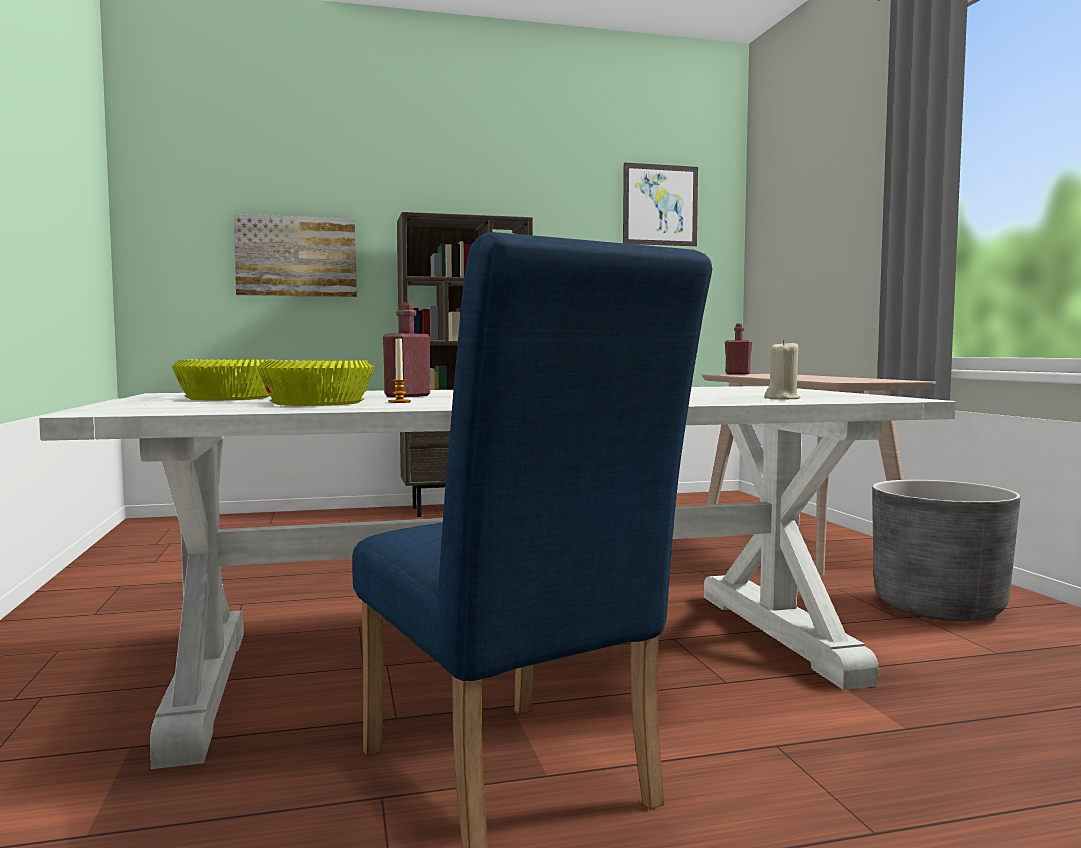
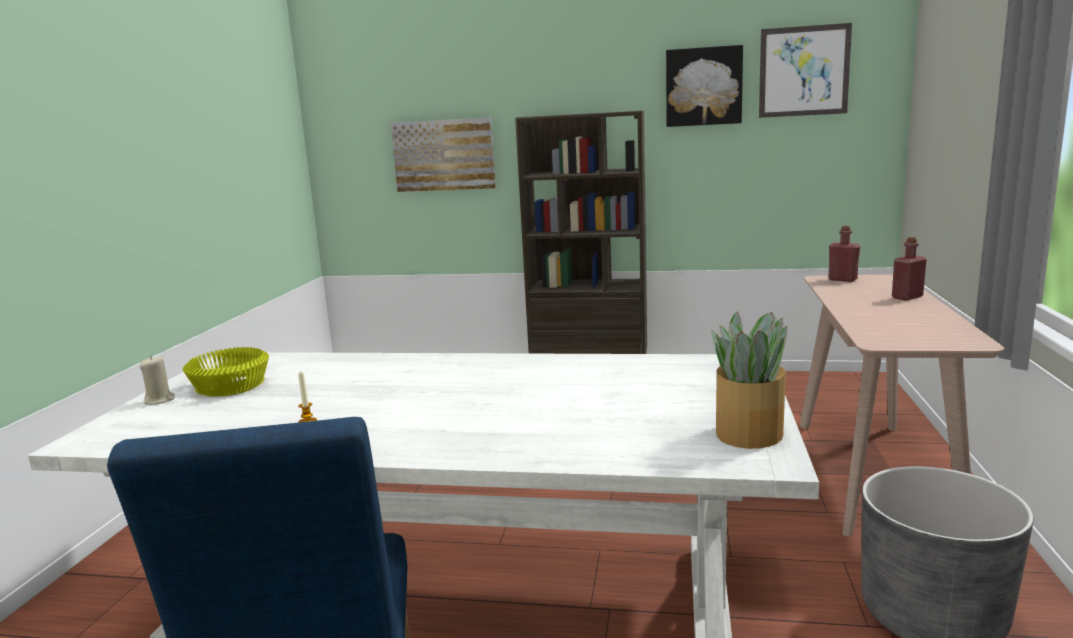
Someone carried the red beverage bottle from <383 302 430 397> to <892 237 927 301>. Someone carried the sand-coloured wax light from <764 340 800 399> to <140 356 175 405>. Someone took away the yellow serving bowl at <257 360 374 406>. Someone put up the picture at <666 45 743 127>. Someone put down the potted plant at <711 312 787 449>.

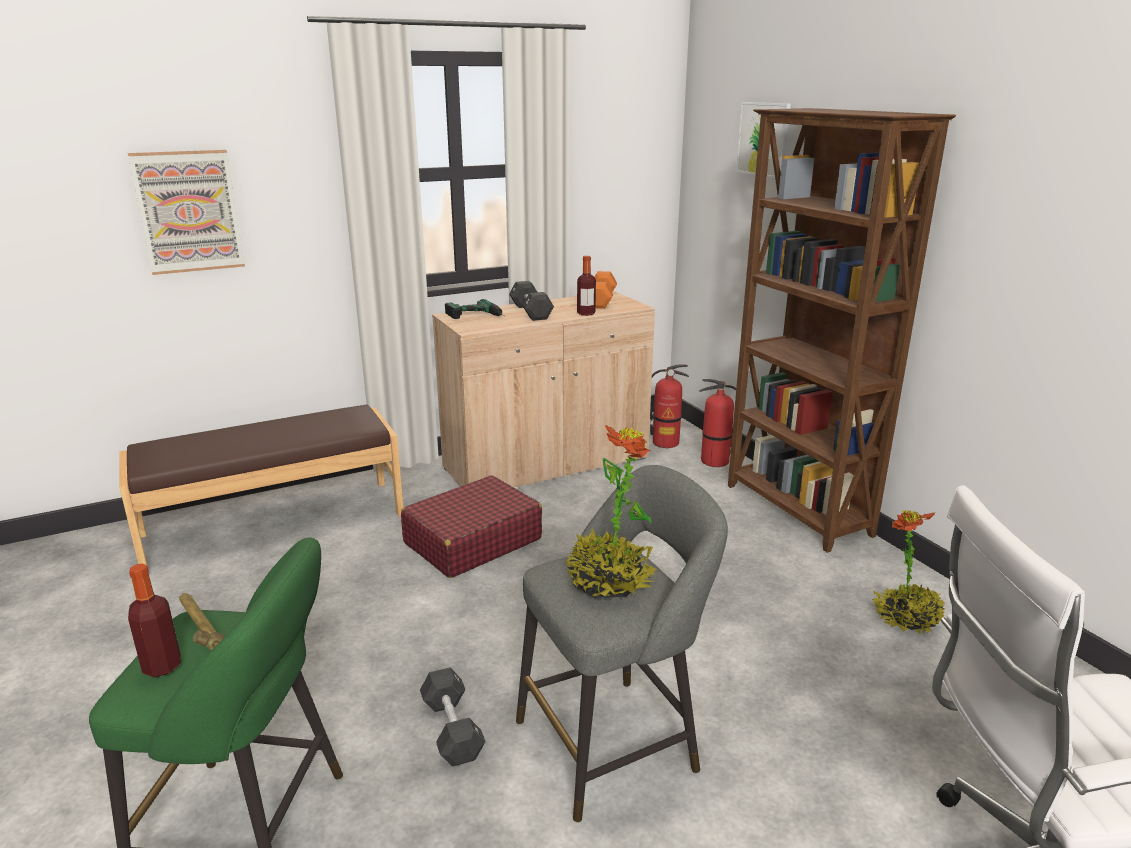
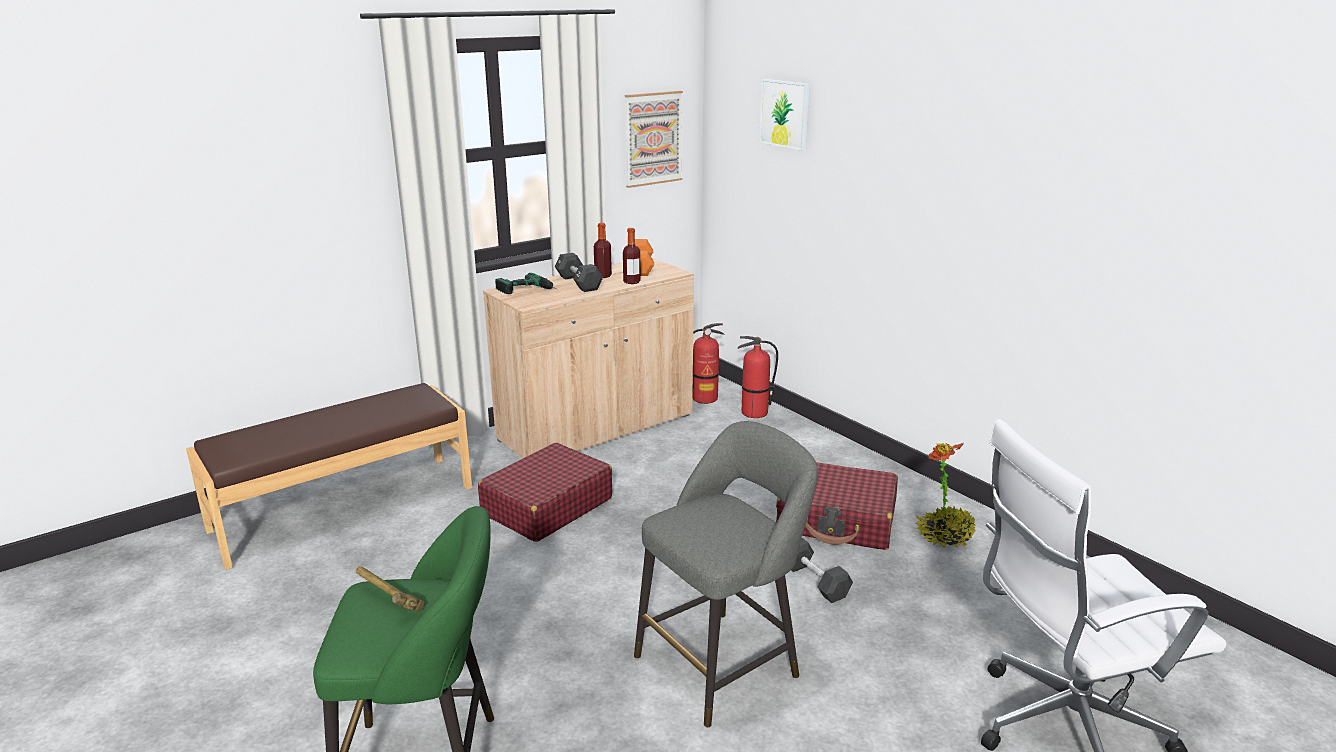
Someone took away the brown shelving unit at <728 108 956 553>. Someone carried the picture from <128 150 245 275> to <625 91 683 188>. Someone took away the potted plant at <566 425 657 598>. Someone carried the beverage bottle from <128 563 181 677> to <594 223 612 278>. Someone carried the black dumbbell from <420 667 486 766> to <791 538 853 603>. Someone put down the red piece of luggage at <776 462 898 550>.

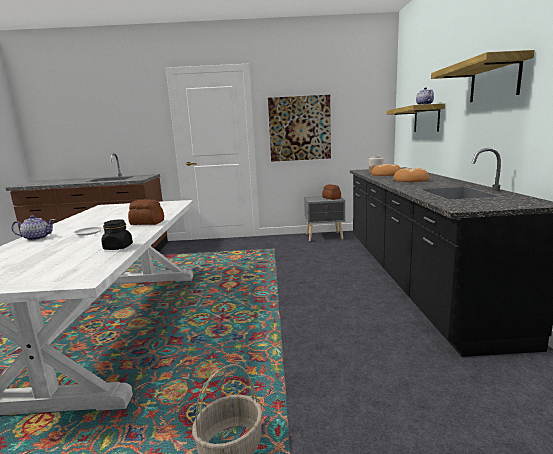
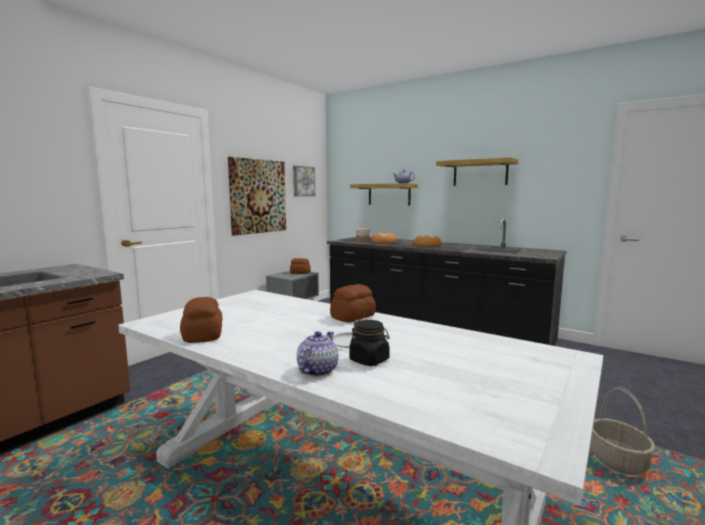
Someone carried the black storage jar from <101 219 133 250> to <349 320 390 366>. Someone put up the picture at <293 166 315 196>. Someone put down the bakery bread at <180 297 222 343>.

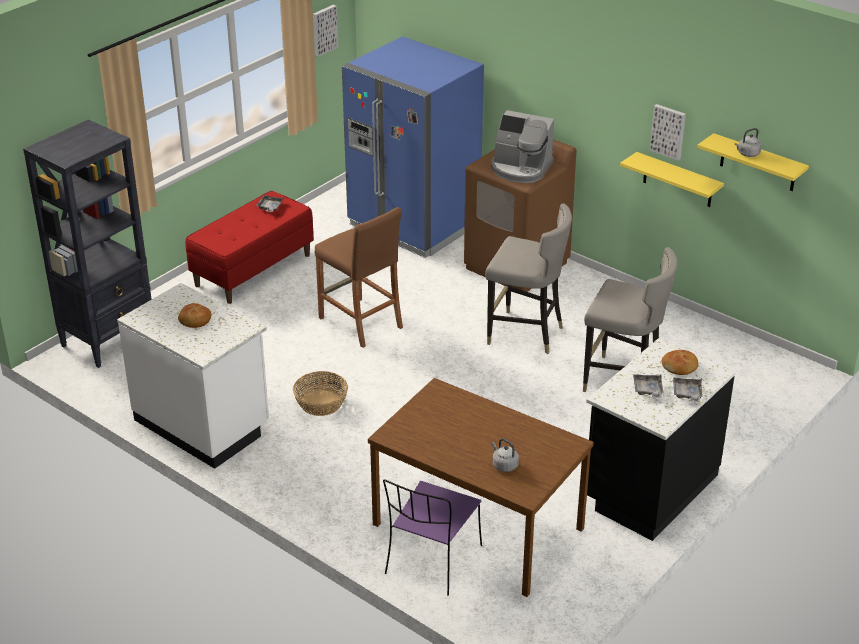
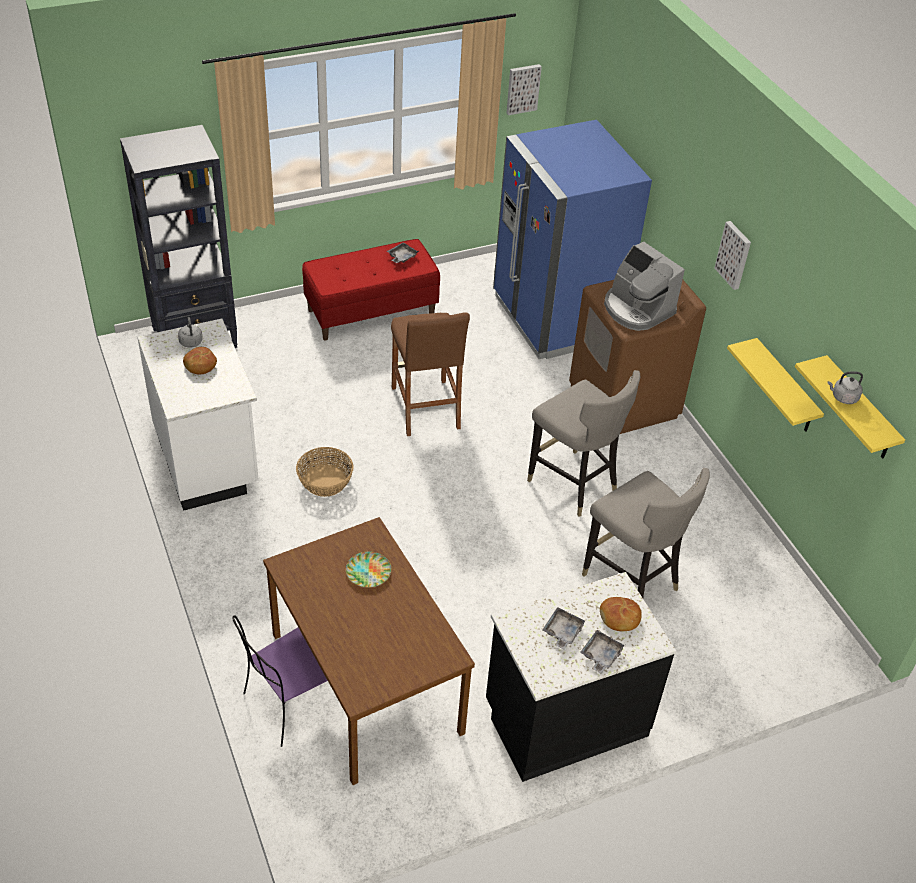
Someone carried the picture from <650 104 686 161> to <714 221 751 290>. Someone carried the gray kettle from <492 438 519 472> to <178 317 203 347>. Someone put down the plate at <346 552 391 588>.

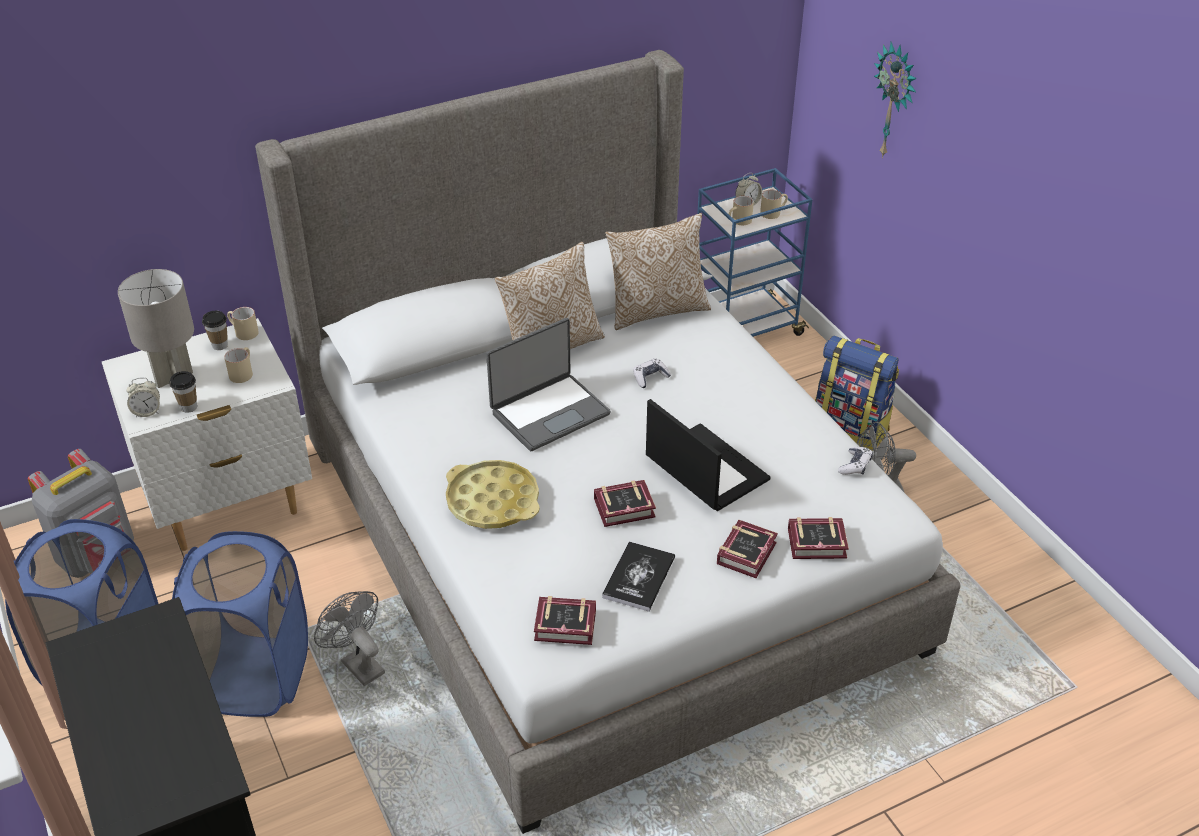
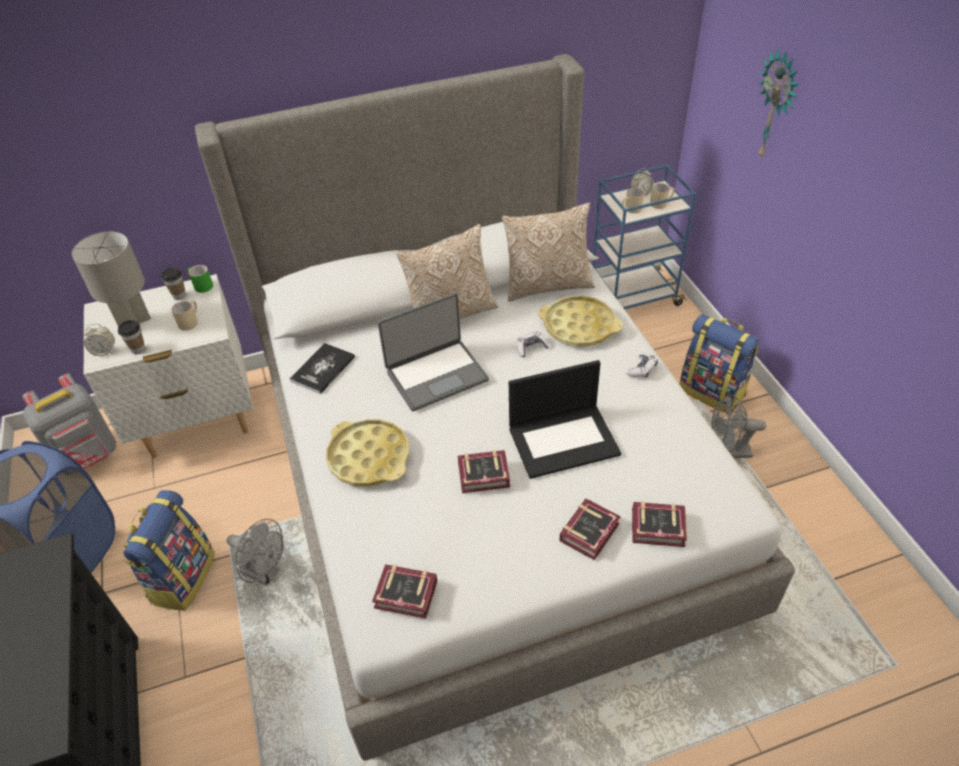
Someone repainted the sand-coloured mug at <227 307 259 340>, which became the greenish mug at <188 265 213 293>. Someone rotated the portable computer at <646 399 771 511> by 105 degrees clockwise. Someone carried the joypad from <838 447 873 475> to <626 354 658 378>. Someone swapped the bluish hamper at <172 531 308 717> for the rucksack at <123 490 215 611>. Someone carried the volume from <602 541 675 612> to <290 343 355 394>. Someone rotated the gray electric fan at <314 591 385 686> by 150 degrees clockwise. Someone put down the yellow tray at <538 295 623 347>.

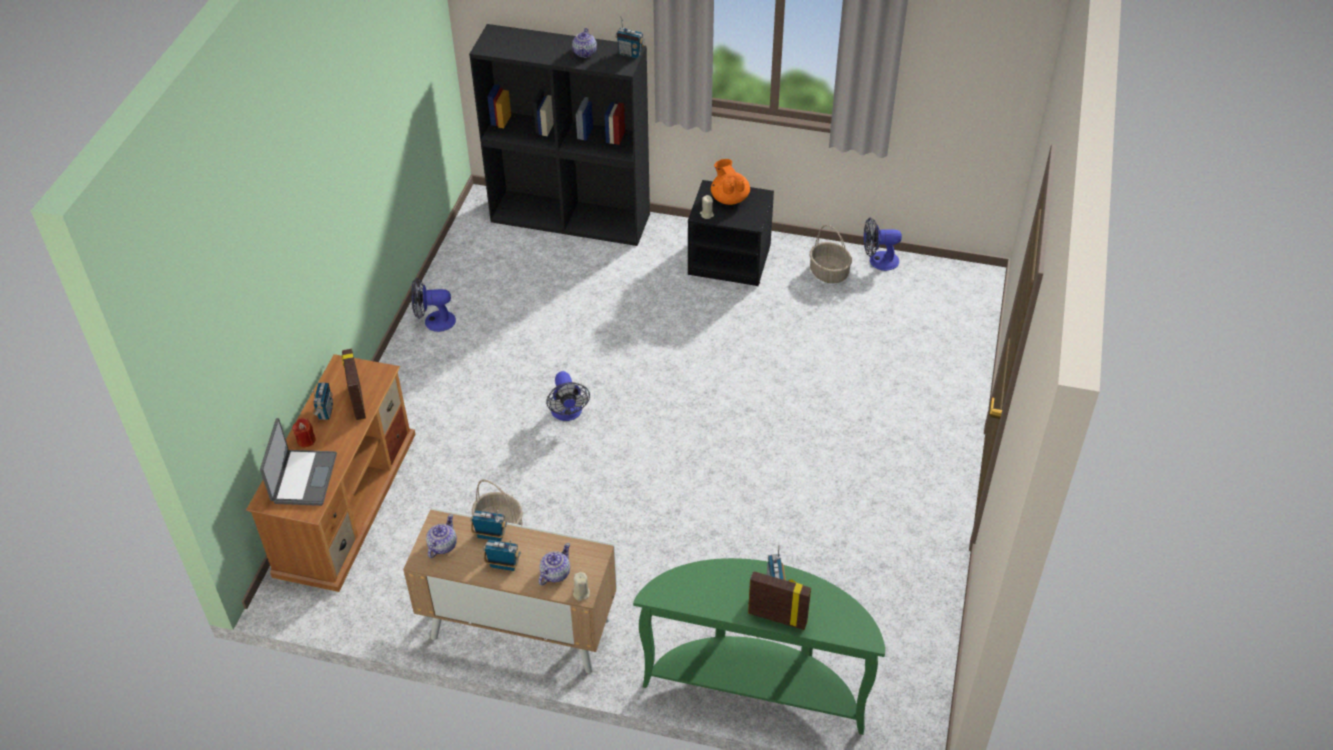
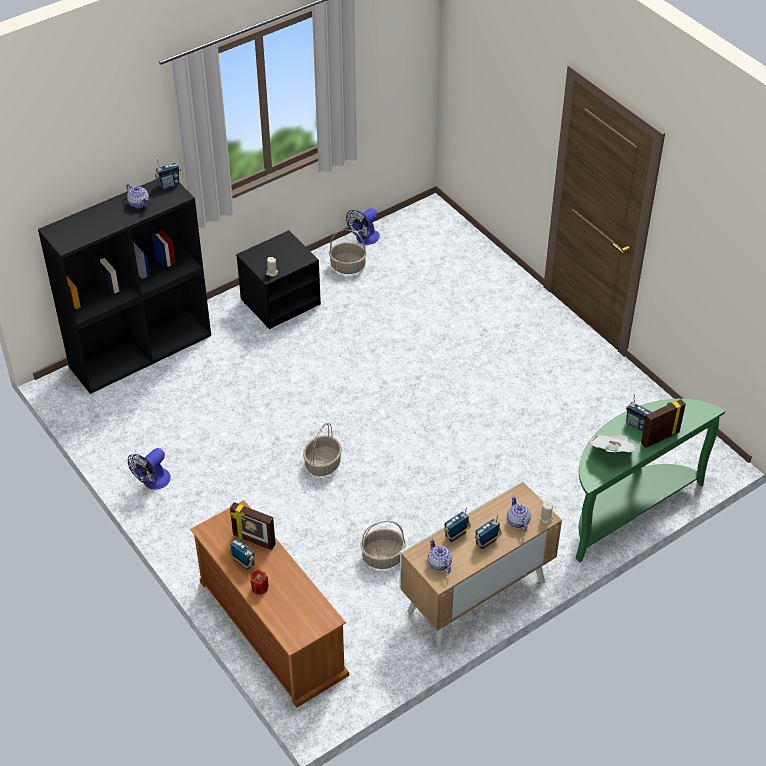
Someone took away the orangey teapot at <711 159 750 205>. Someone swapped the electric fan at <546 371 590 421> for the storage basket at <303 423 342 476>. Someone took away the portable computer at <260 418 337 506>. Someone put down the printed paper at <590 434 637 452>.

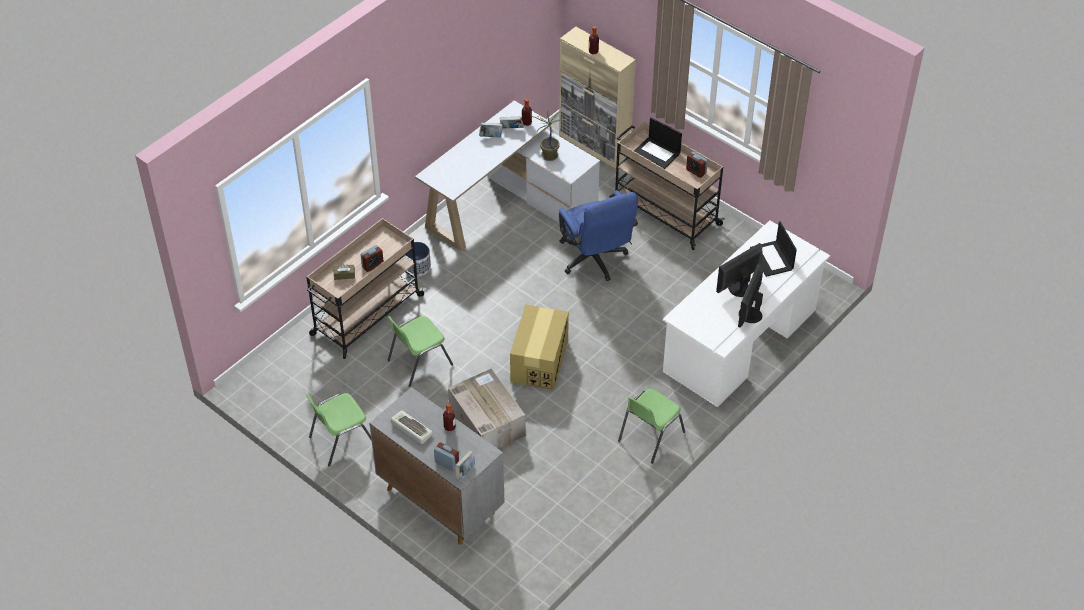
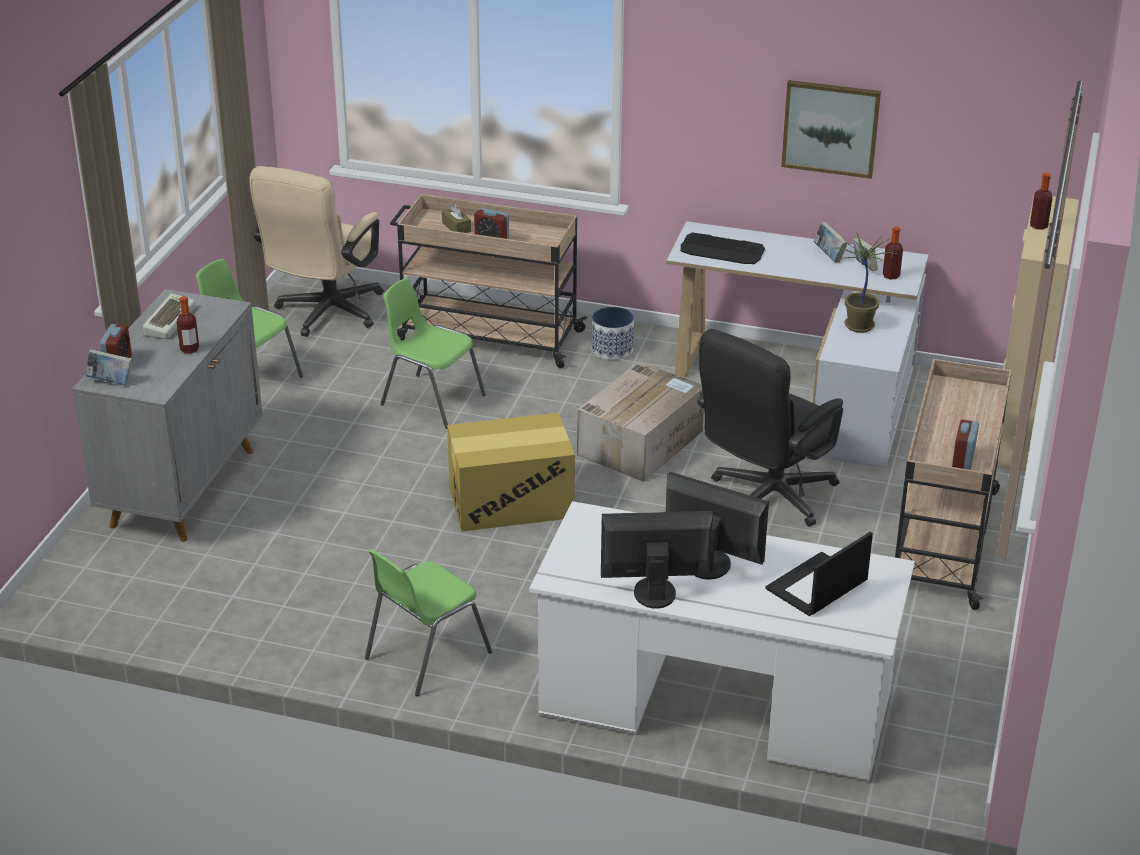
Someone took away the portable computer at <634 117 682 169>. Someone repainted the bluish office chair at <559 190 638 281>, which became the black office chair at <697 329 843 527>. Someone carried the packing box from <448 368 526 449> to <577 362 704 482>. Someone rotated the greenish plain chair at <618 389 685 464> by 60 degrees counterclockwise. Someone put up the picture at <781 80 881 179>. Someone put down the sand-coloured office chair at <249 166 384 337>. Someone put down the keyboard at <681 233 765 264>.

